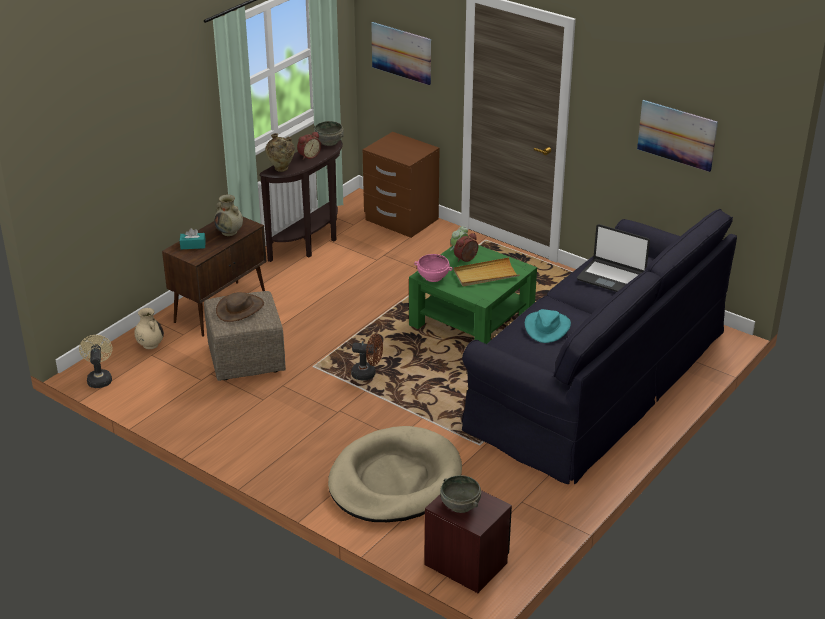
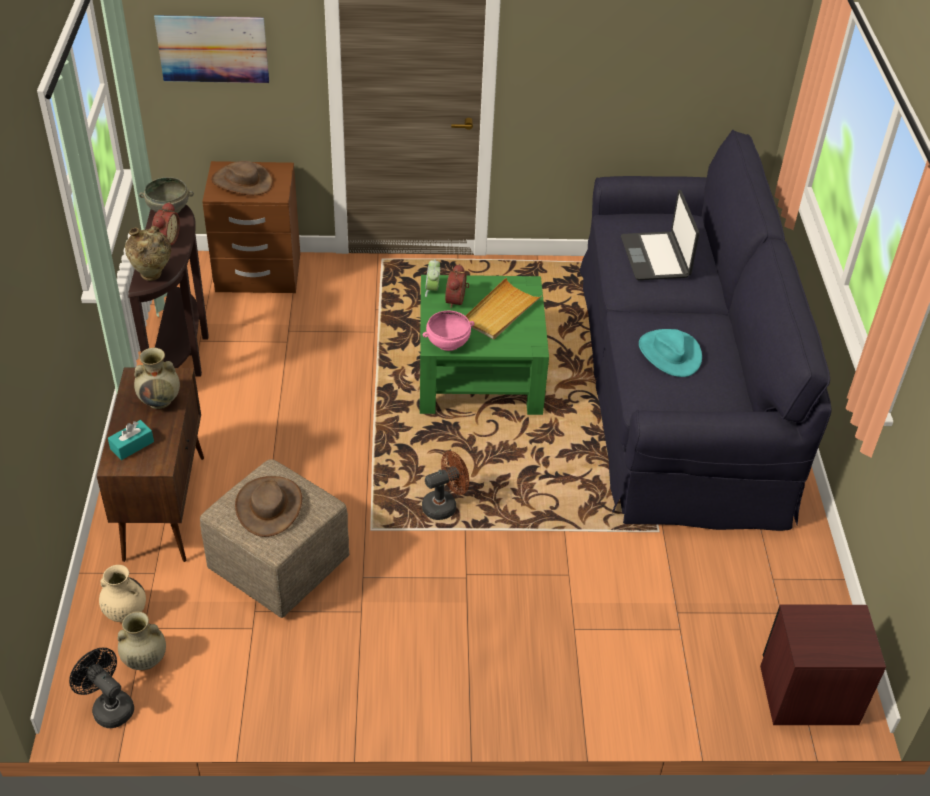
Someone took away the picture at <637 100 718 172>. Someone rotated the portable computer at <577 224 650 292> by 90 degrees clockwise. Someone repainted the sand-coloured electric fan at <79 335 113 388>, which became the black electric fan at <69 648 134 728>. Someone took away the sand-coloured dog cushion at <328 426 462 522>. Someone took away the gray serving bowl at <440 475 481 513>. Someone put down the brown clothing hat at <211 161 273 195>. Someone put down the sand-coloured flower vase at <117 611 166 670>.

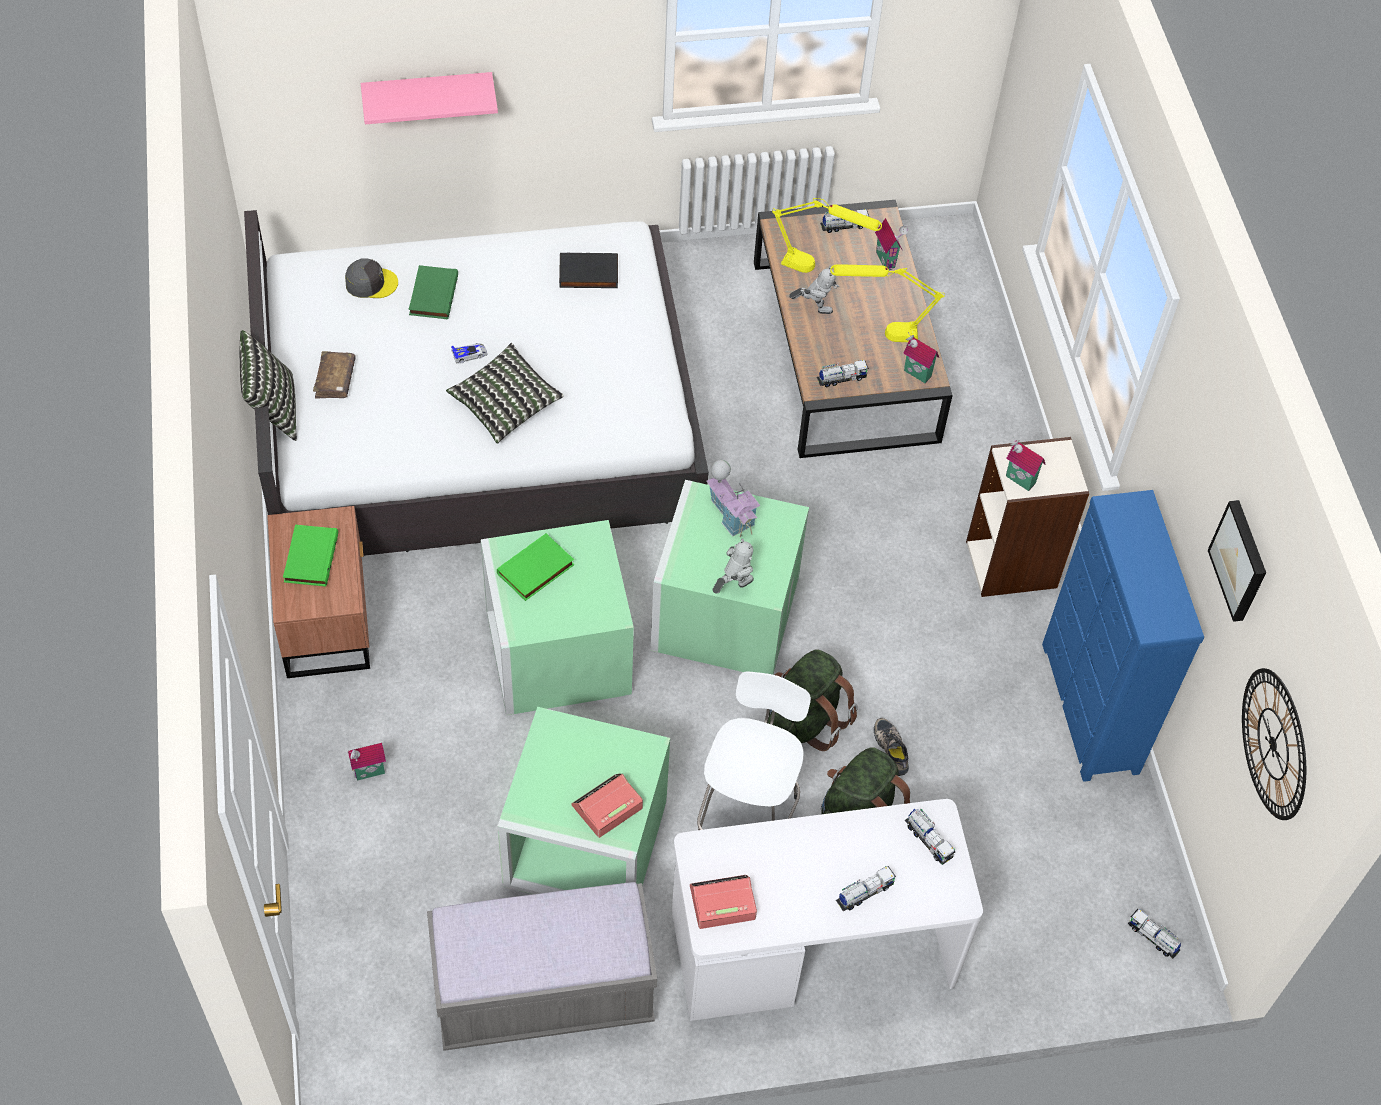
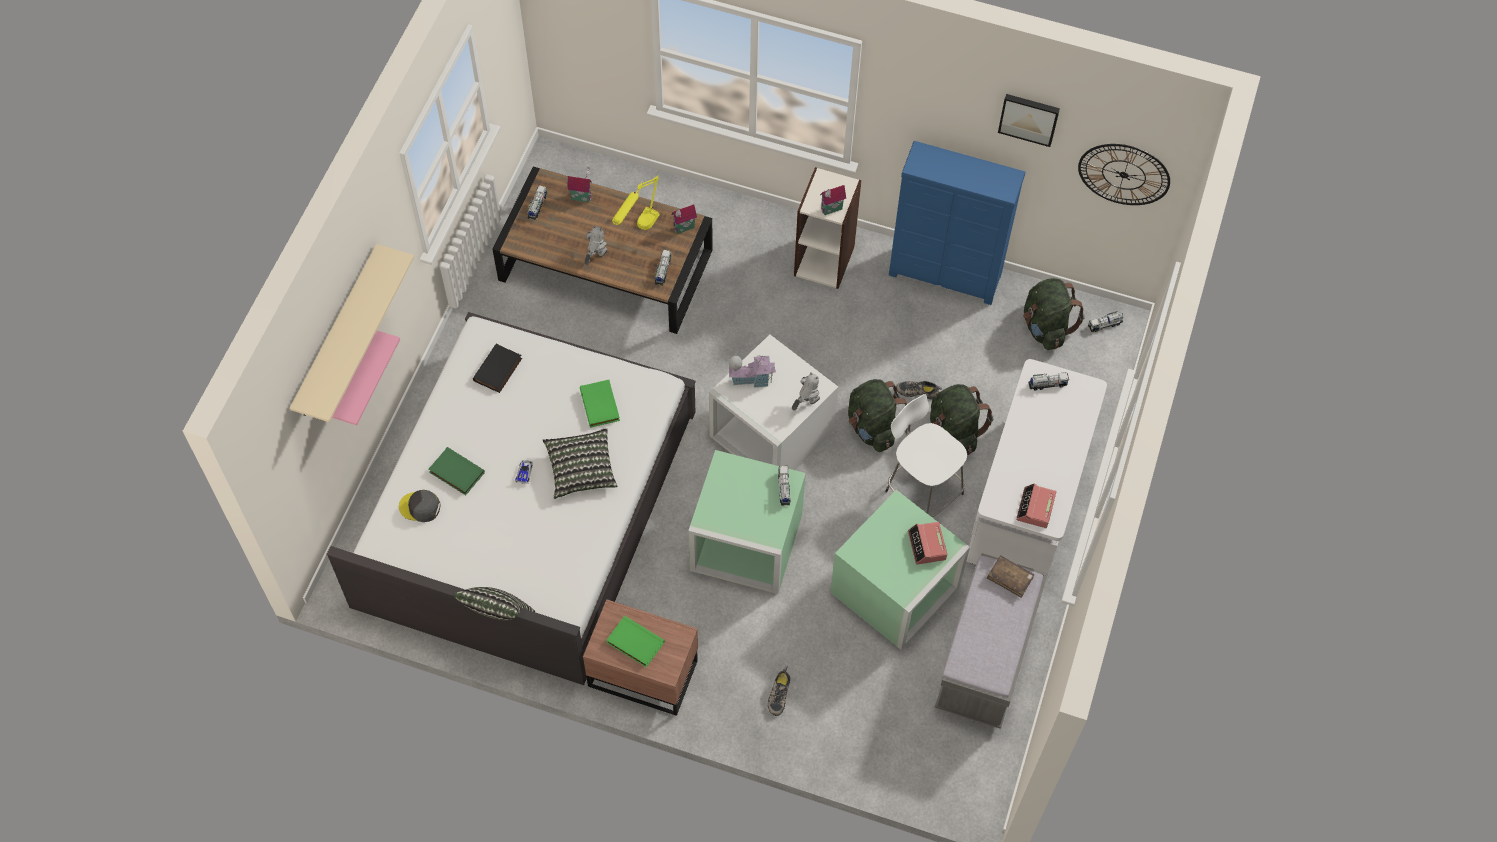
Someone took away the yellow lamp for a table at <772 198 882 273>. Someone rotated the gray baseball cap at <345 258 398 298> by 105 degrees counterclockwise. Someone carried the brown volume from <313 351 356 399> to <987 555 1034 598>. Someone repainted the greenish storage box at <651 480 809 675>, which became the white storage box at <709 335 838 470>. Someone carried the greenish volume from <497 533 575 601> to <580 380 620 428>. Someone rotated the robot figure at <713 539 754 594> by 60 degrees clockwise. Someone swapped the toy house at <347 743 386 780> for the shoe at <768 666 790 716>. Someone carried the toy truck from <836 866 896 912> to <778 466 790 506>. Someone put up the sand-coloured bracket shelf at <290 244 414 422>. Someone put down the greenish rucksack at <1023 278 1085 350>.

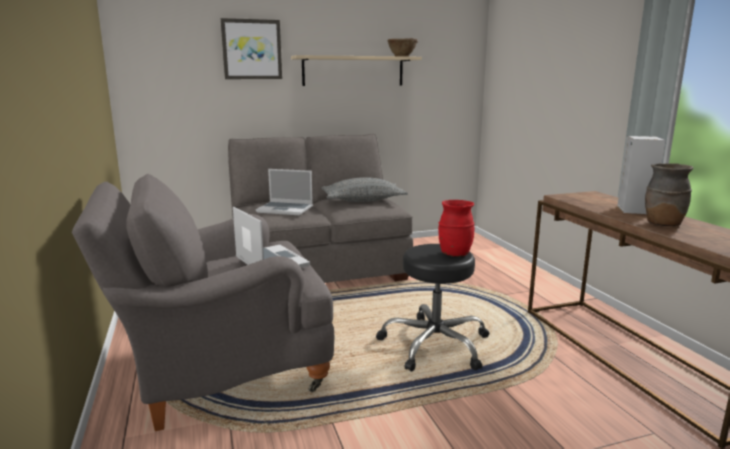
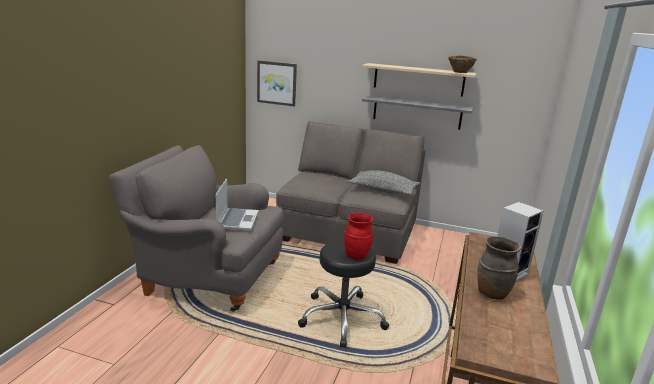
Someone carried the picture from <221 18 282 79> to <257 61 297 107>. Someone took away the portable computer at <256 169 313 215>. Someone put up the gray bracket shelf at <362 96 473 130>.

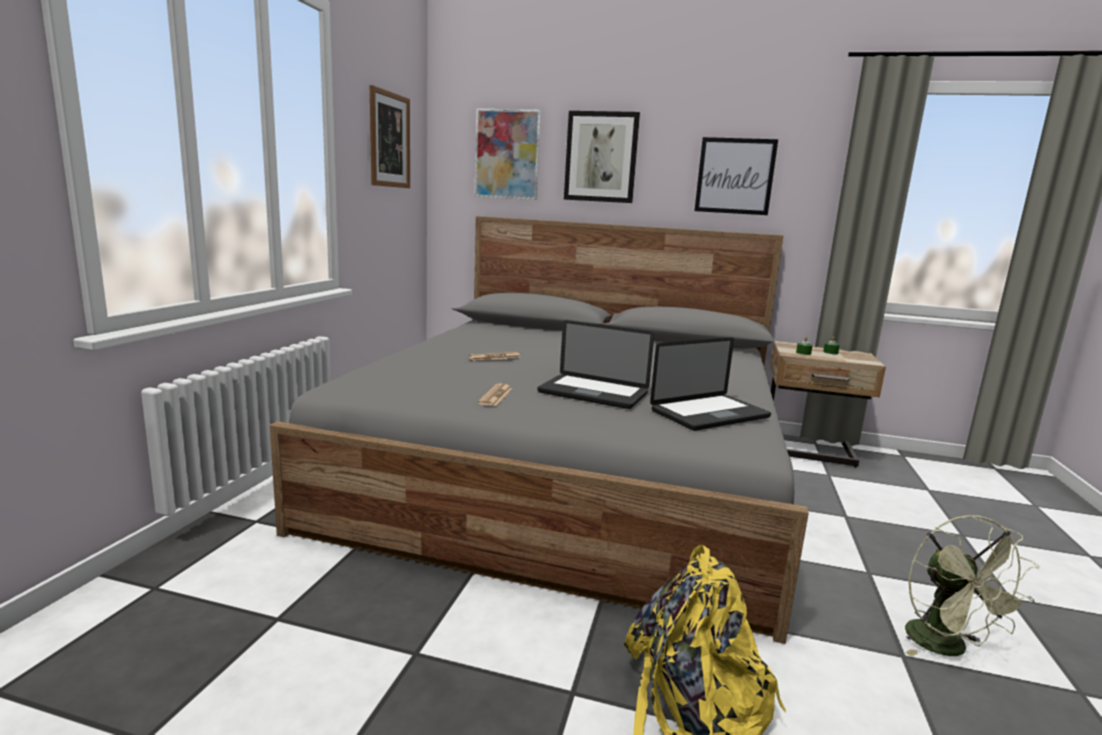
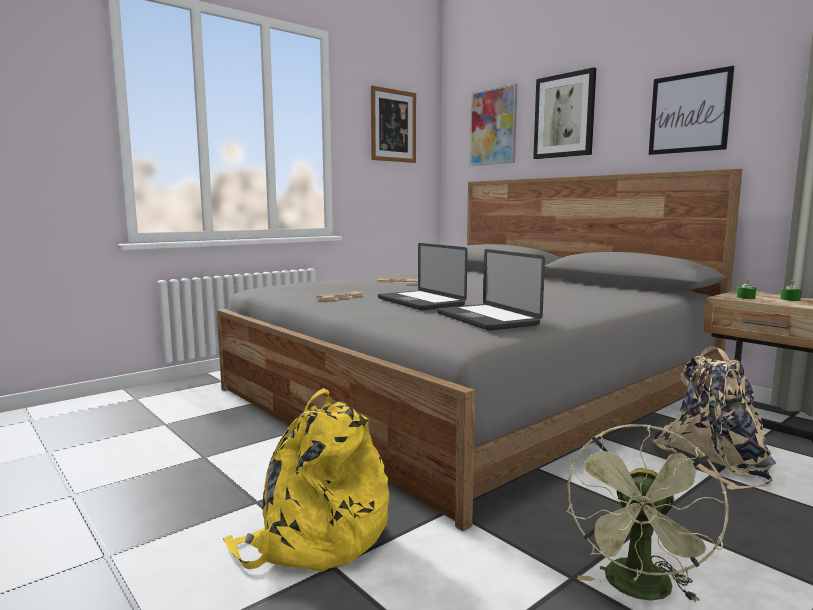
Someone rotated the portable computer at <650 337 771 431> by 60 degrees clockwise. Someone put down the sand-coloured rucksack at <653 346 776 490>.

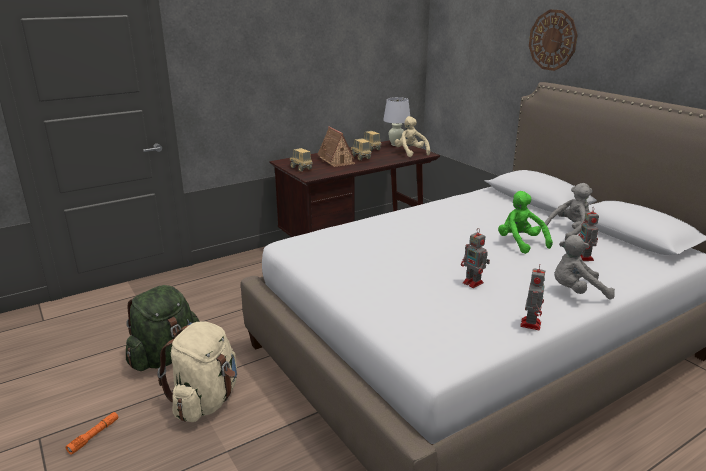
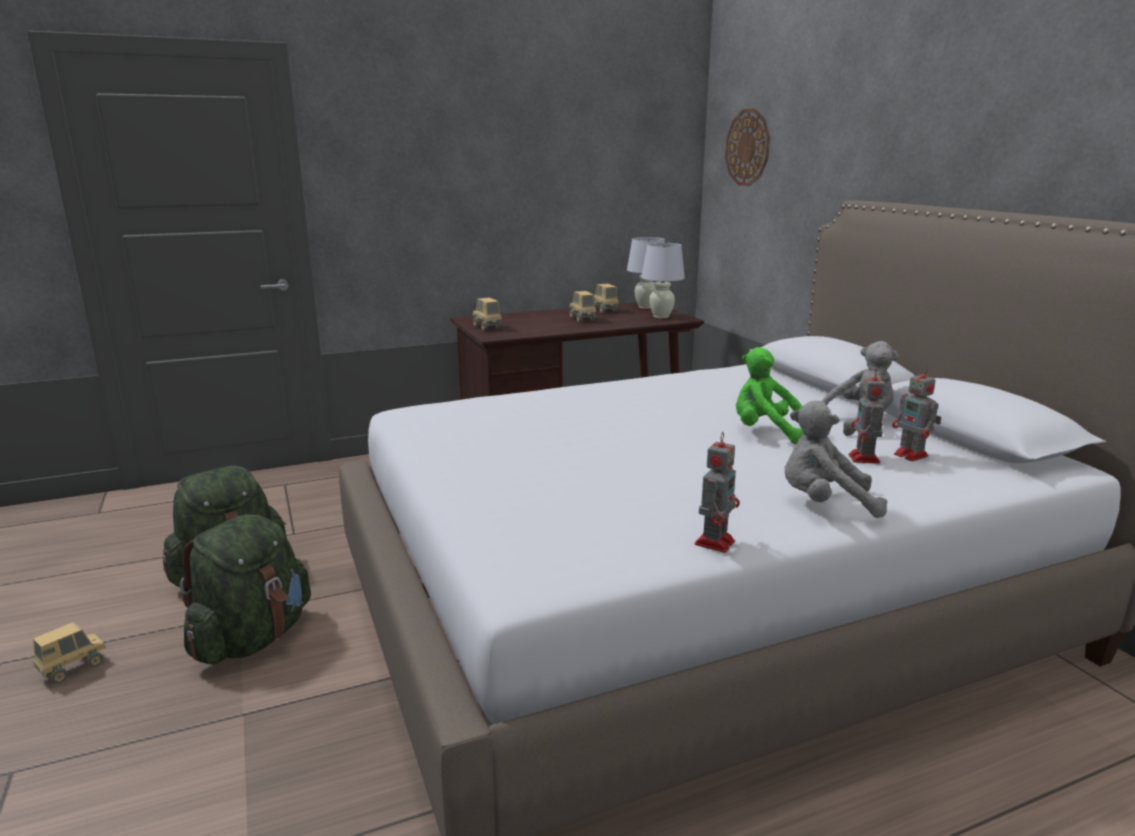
Someone carried the hanging clock from <529 9 578 71> to <725 108 770 186>. Someone swapped the sand-coloured plush toy at <395 116 430 157> for the white lamp for a table at <641 243 685 318>. Someone took away the toy house at <317 126 356 167>. Someone rotated the greenish plush toy at <498 191 553 254> by 45 degrees counterclockwise. Someone carried the robot figure from <461 228 490 288> to <892 366 941 461>. Someone repainted the sand-coloured rucksack at <157 321 237 422>, which became the greenish rucksack at <180 515 311 665>. Someone swapped the orangey flashlight at <66 412 119 454> for the toy truck at <32 622 106 684>.

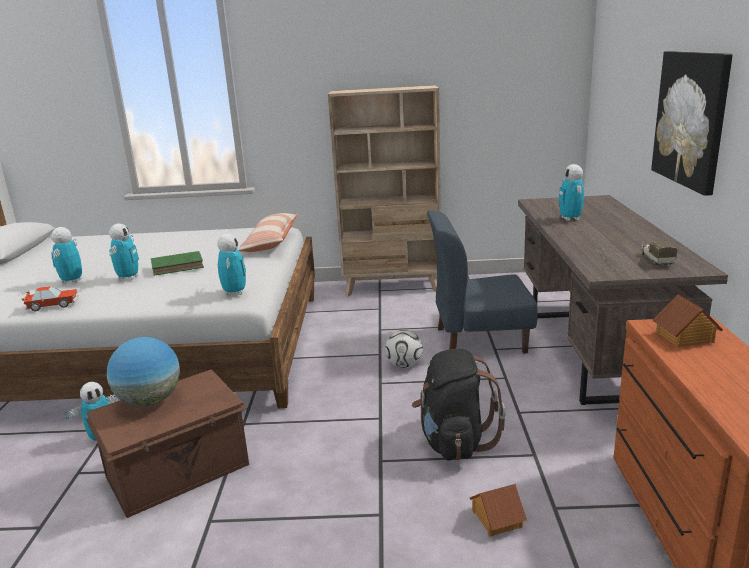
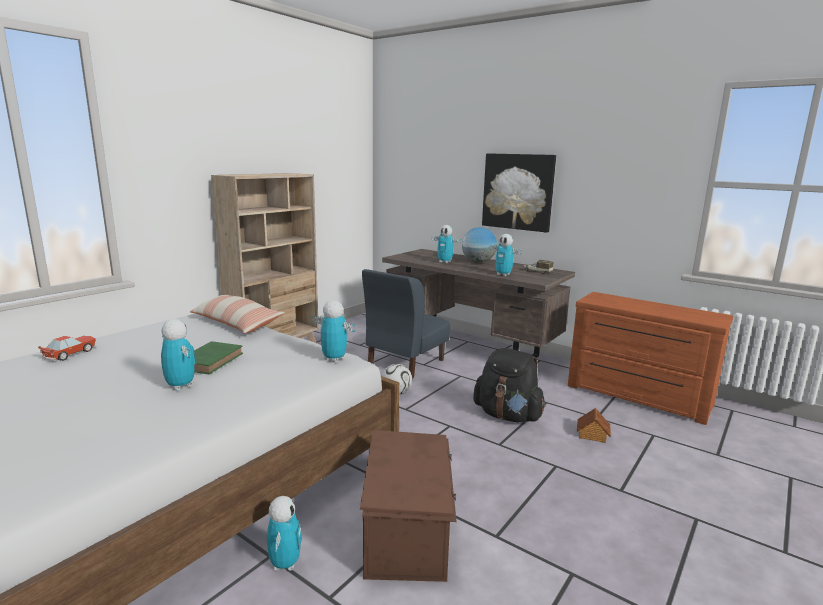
Someone carried the robot figure from <51 227 82 284> to <490 234 522 276>. Someone carried the miniature car from <22 286 79 311> to <38 336 97 361>. Someone took away the toy house at <653 294 723 348>. Someone carried the desk globe from <107 337 180 406> to <462 227 497 263>.

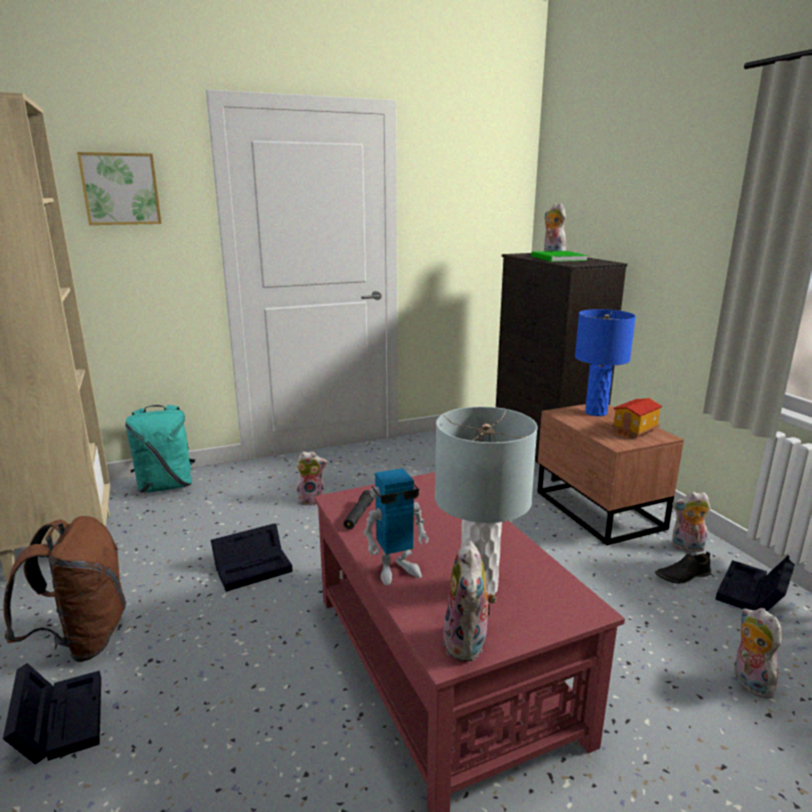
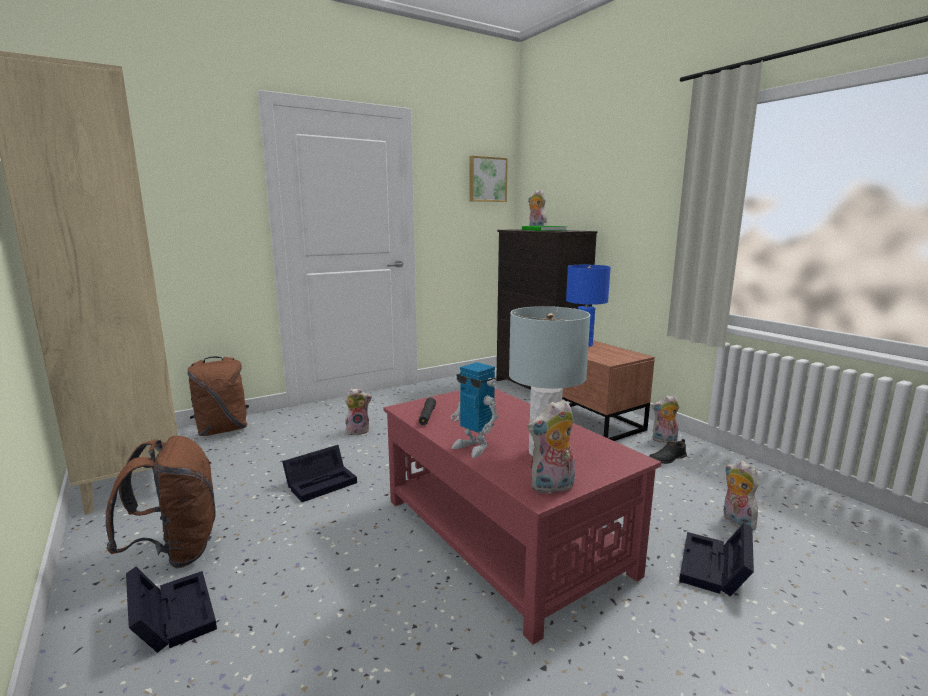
Someone carried the picture from <77 152 162 225> to <469 156 508 202>. Someone took away the toy house at <611 398 662 438>. Someone repainted the blue-green rucksack at <125 405 195 493>, which became the brown rucksack at <188 356 249 436>. Someone rotated the robot figure at <364 468 429 586> by 75 degrees clockwise. Someone rotated the plush toy at <442 540 497 662> by 75 degrees clockwise. Someone carried the black storage box from <716 555 795 611> to <679 523 754 597>.

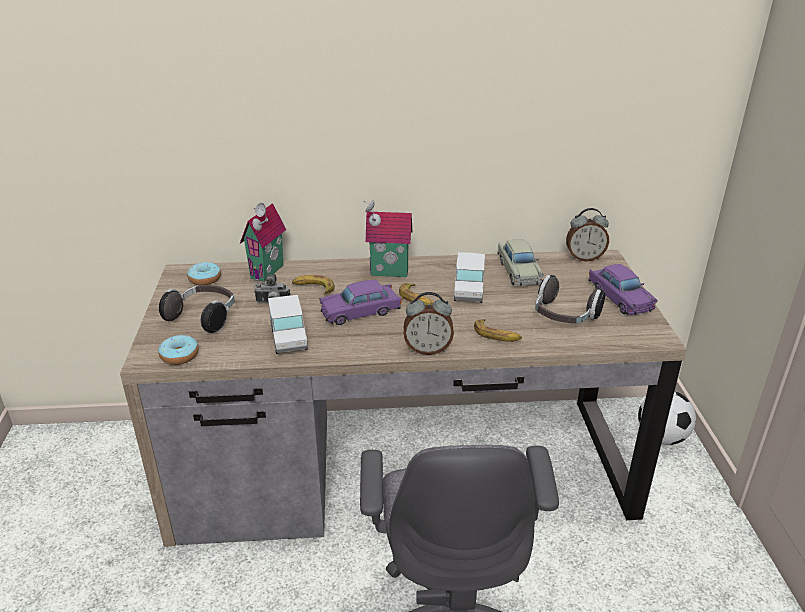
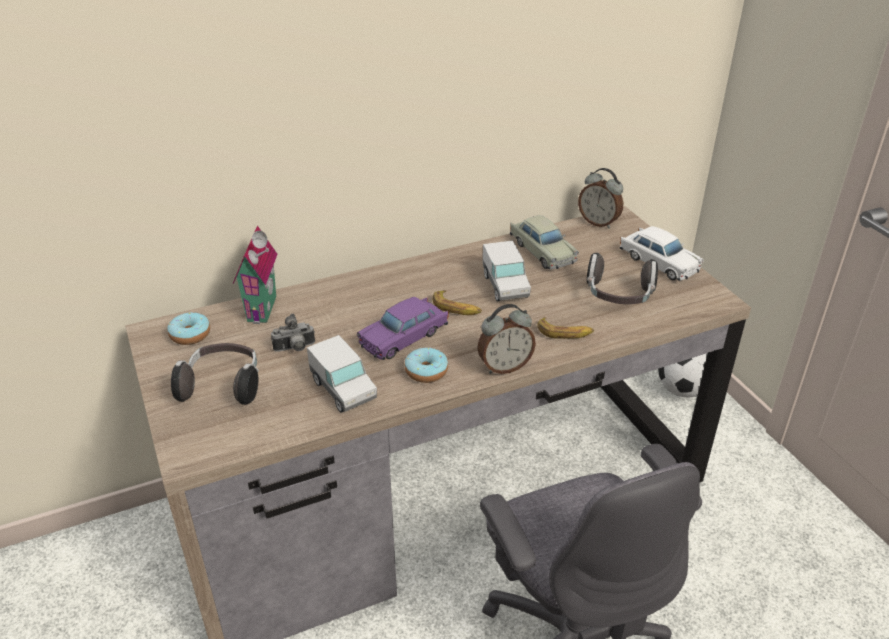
Someone took away the toy house at <364 200 412 277>. Someone rotated the table clock at <566 208 609 262> by 60 degrees clockwise. Someone repainted the purplish miniature car at <588 264 657 315>, which became the white miniature car at <620 226 704 281>. Someone took away the banana fruit at <292 275 335 295>. Someone carried the doughnut from <158 335 199 365> to <405 347 448 383>.

